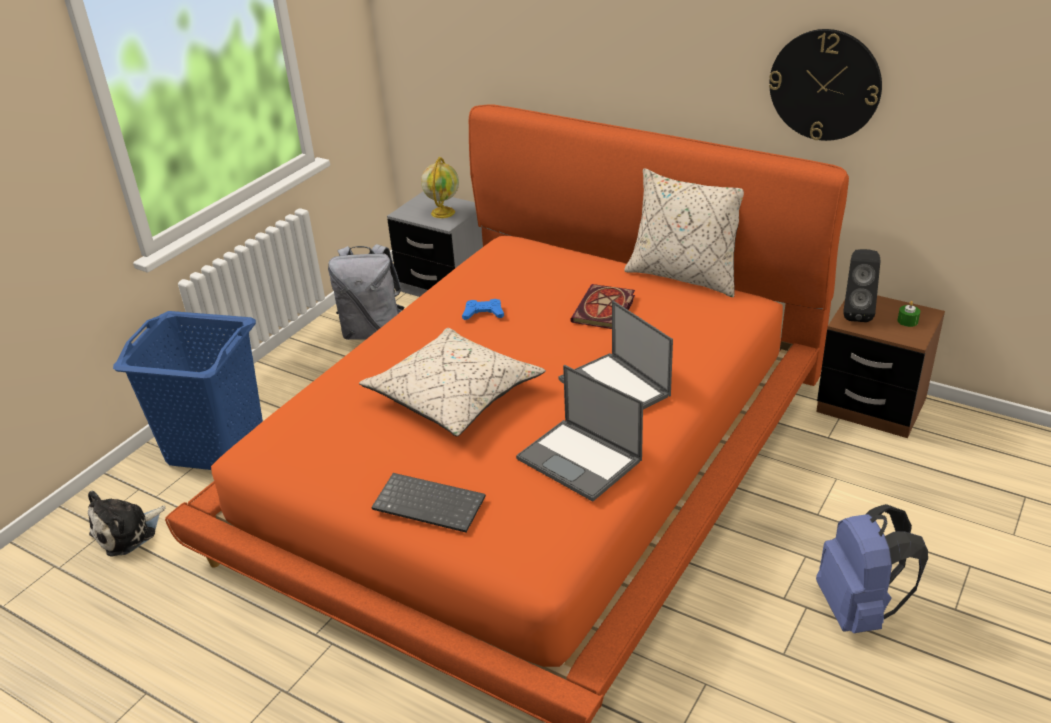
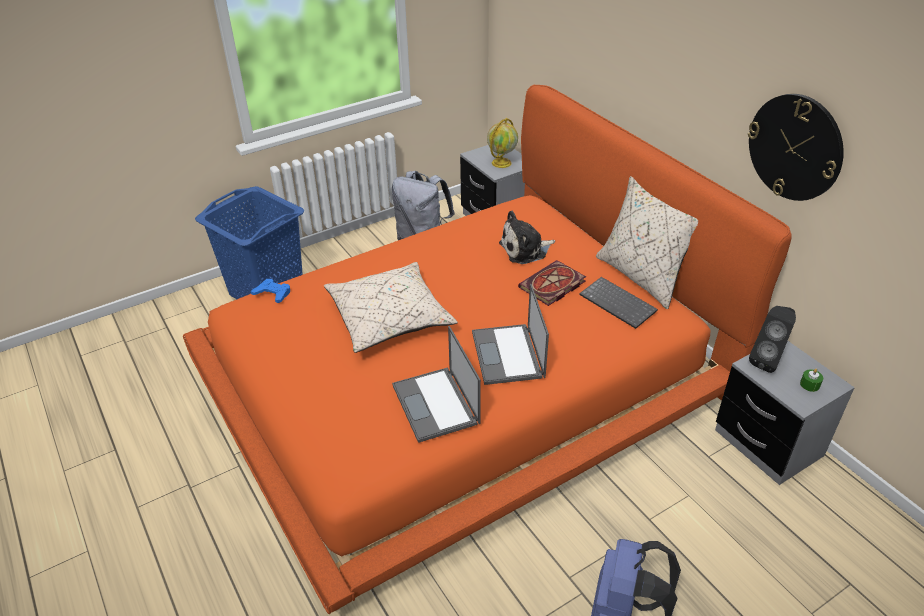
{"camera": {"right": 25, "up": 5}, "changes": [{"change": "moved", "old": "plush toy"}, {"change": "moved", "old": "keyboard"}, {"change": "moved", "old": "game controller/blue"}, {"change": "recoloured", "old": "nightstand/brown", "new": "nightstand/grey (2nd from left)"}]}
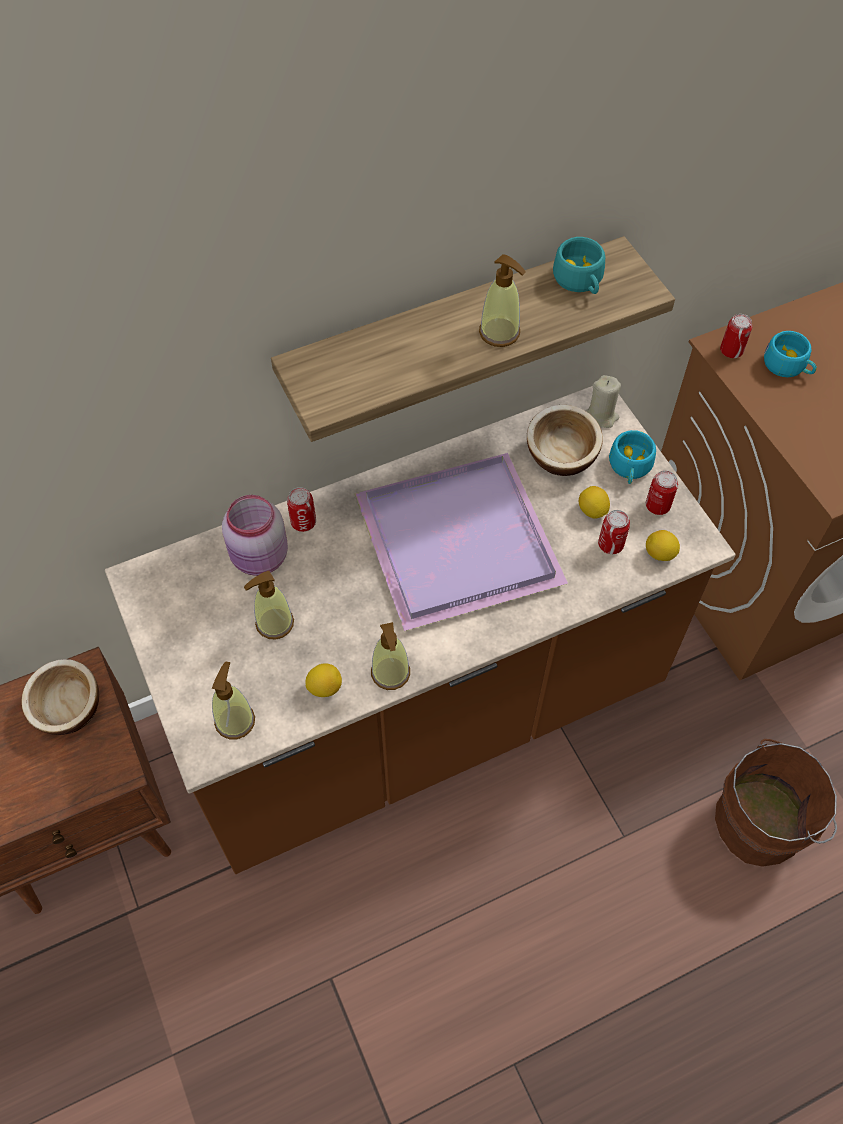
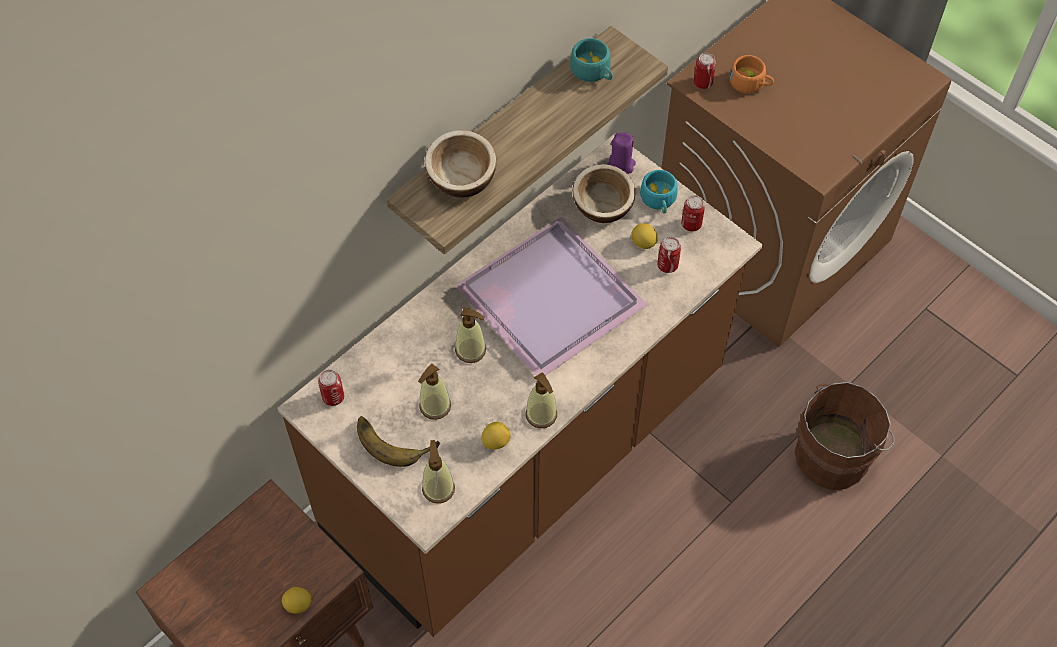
{"camera": {"right": -20, "up": 0}, "changes": [{"change": "moved", "old": "bowl (1st from left)"}, {"change": "removed", "old": "jar/pink"}, {"change": "moved", "old": "can (1st from left)"}, {"change": "moved", "old": "soap dispenser (4th from left in the first image)", "new": "soap dispenser (3rd from left)"}, {"change": "recoloured", "old": "candle/beige", "new": "candle/purple"}, {"change": "moved", "old": "lemon (3rd from left in the first image)", "new": "lemon (1st from left)"}, {"change": "recoloured", "old": "cup/turquoise (3rd from left)", "new": "cup/orange"}, {"change": "added", "new": "banana"}]}
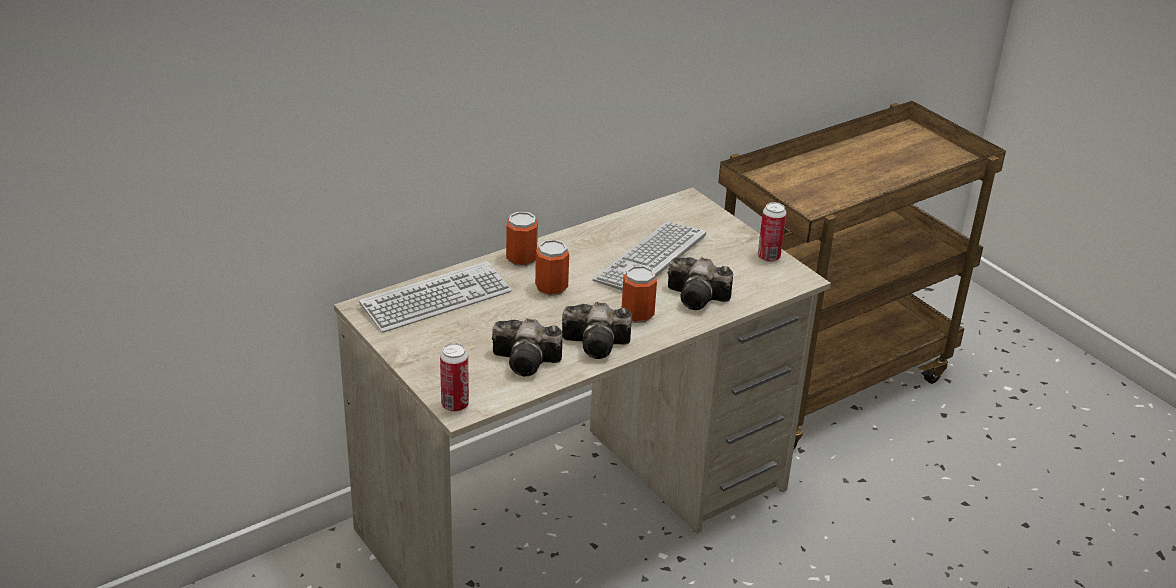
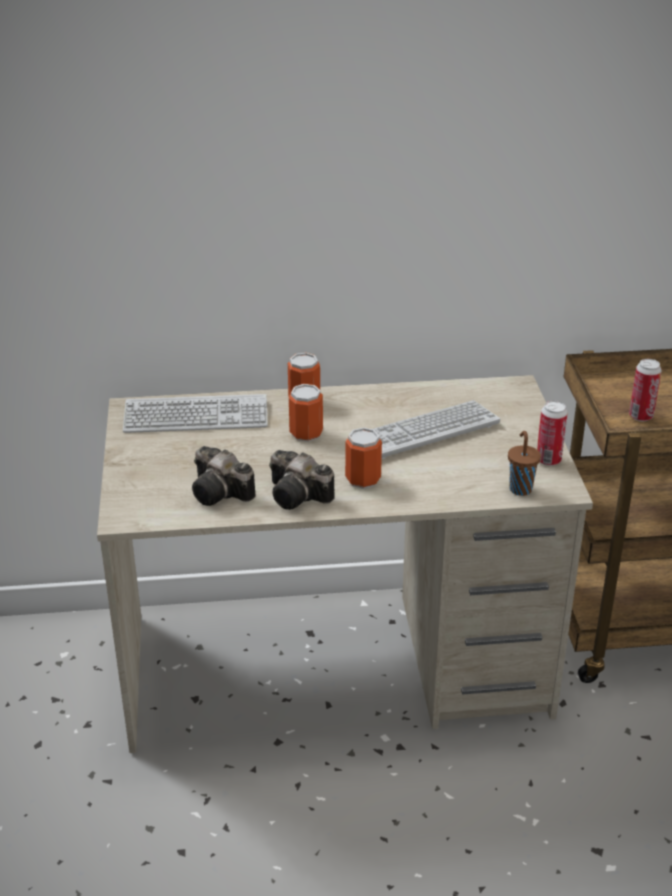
{"camera": {"right": 30, "up": 0}, "changes": [{"change": "moved", "old": "can (1st from left in the first image)", "new": "can (5th from left)"}, {"change": "removed", "old": "photo camera (3rd from left)"}, {"change": "added", "new": "cup/brown"}]}
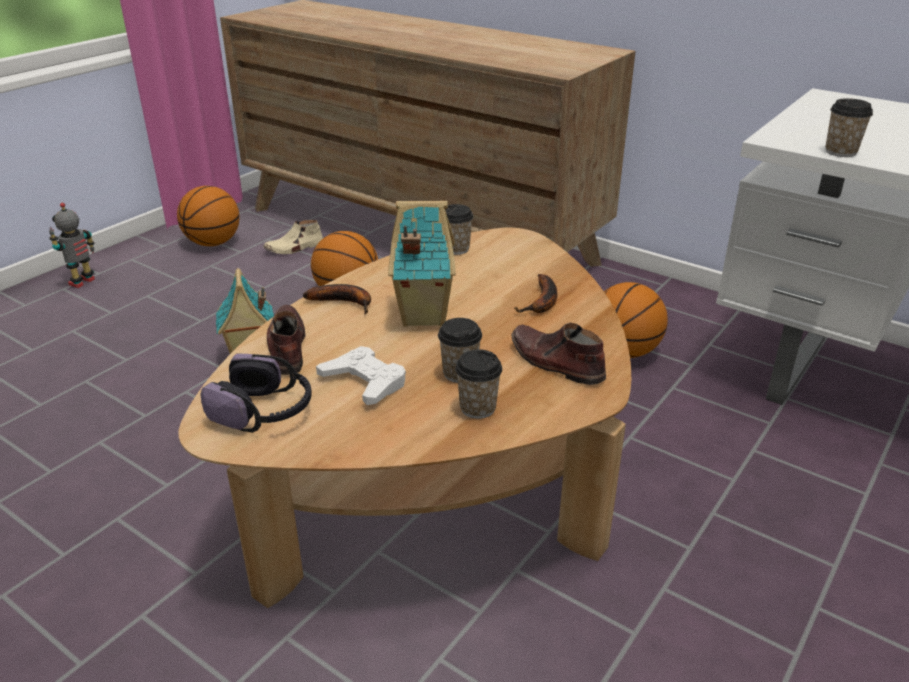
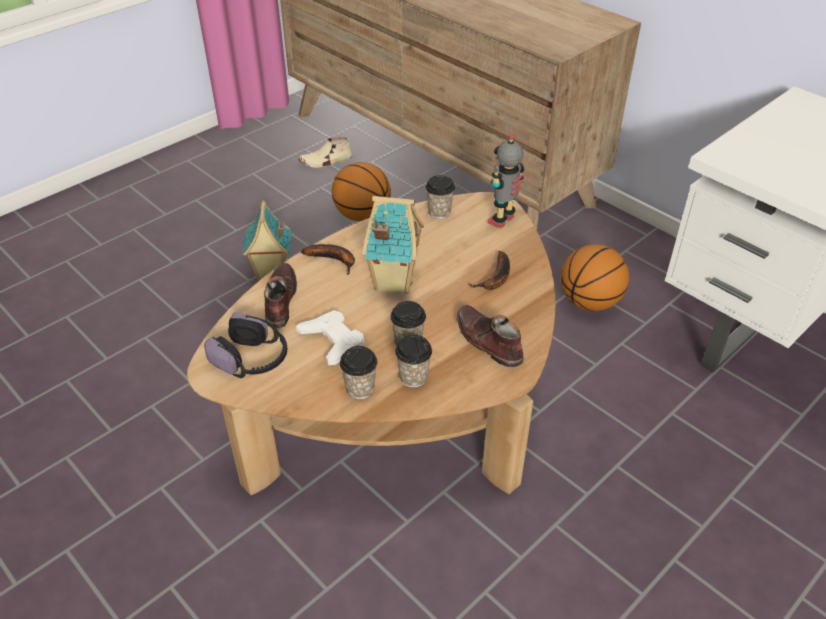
{"camera": {"right": 10, "up": 10}, "changes": [{"change": "moved", "old": "toy robot"}, {"change": "removed", "old": "basketball (1st from left)"}, {"change": "moved", "old": "cup (4th from left in the first image)", "new": "cup (1st from left)"}]}
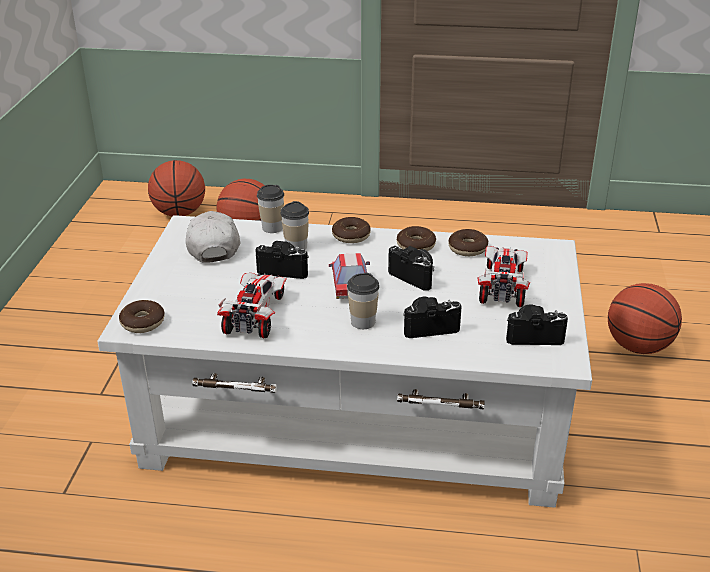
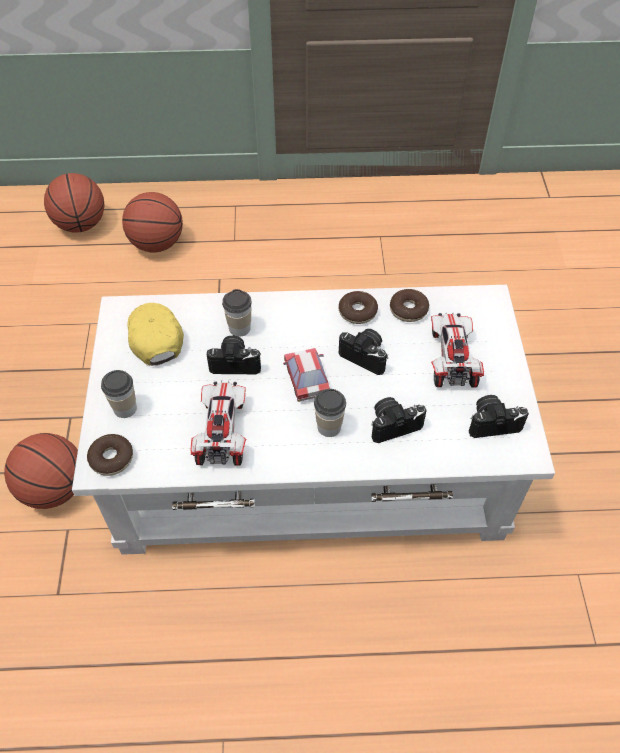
{"camera": {"right": -10, "up": 20}, "changes": [{"change": "recoloured", "old": "cap/white", "new": "cap/yellow"}, {"change": "moved", "old": "cup (1st from left)"}, {"change": "removed", "old": "donut (2nd from left)"}, {"change": "moved", "old": "basketball (3rd from left in the first image)", "new": "basketball (1st from left)"}]}
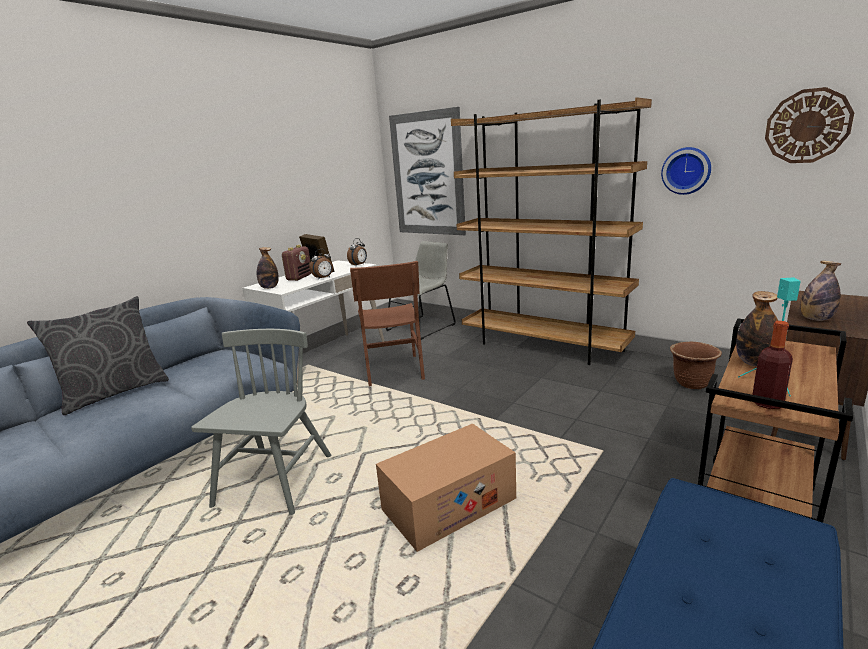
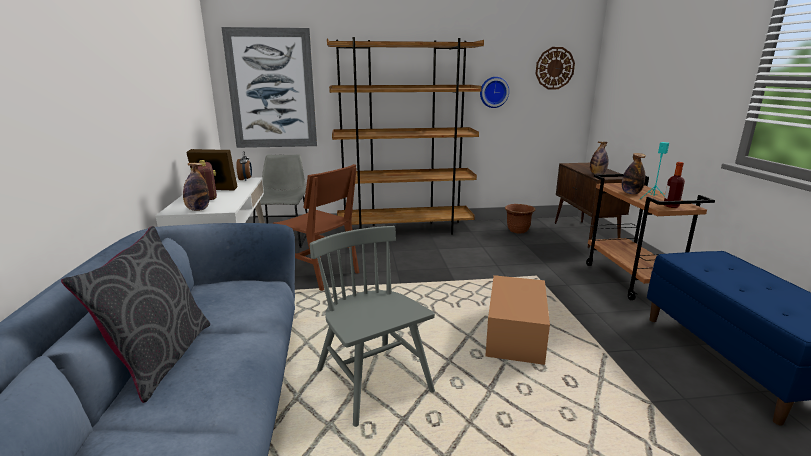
{"camera": {"right": -45, "up": 0}, "changes": [{"change": "removed", "old": "alarm clock (1st from left)"}]}
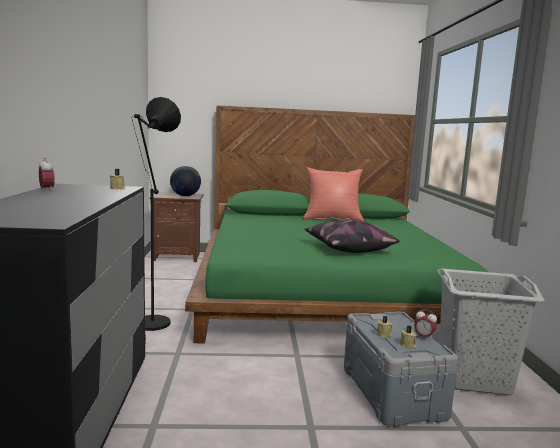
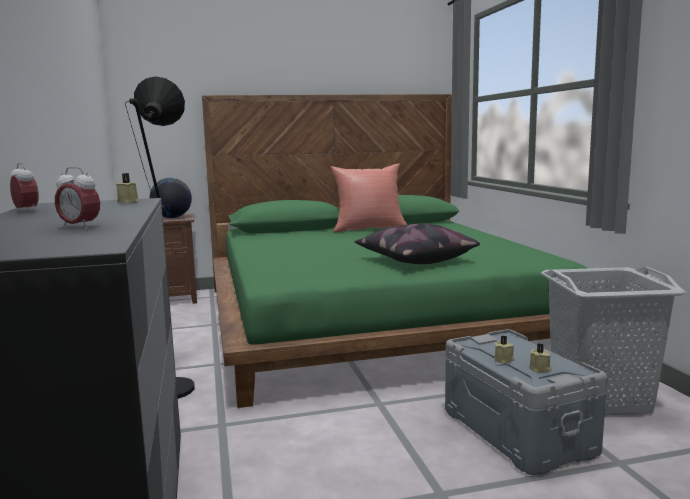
{"camera": {"right": -10, "up": 0}, "changes": [{"change": "moved", "old": "alarm clock (2nd from left)"}]}
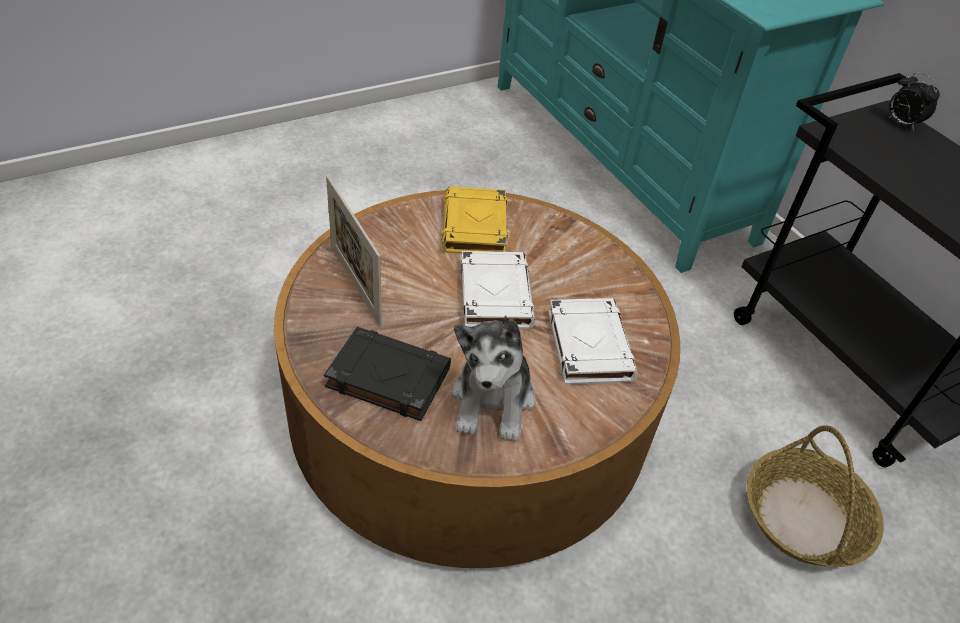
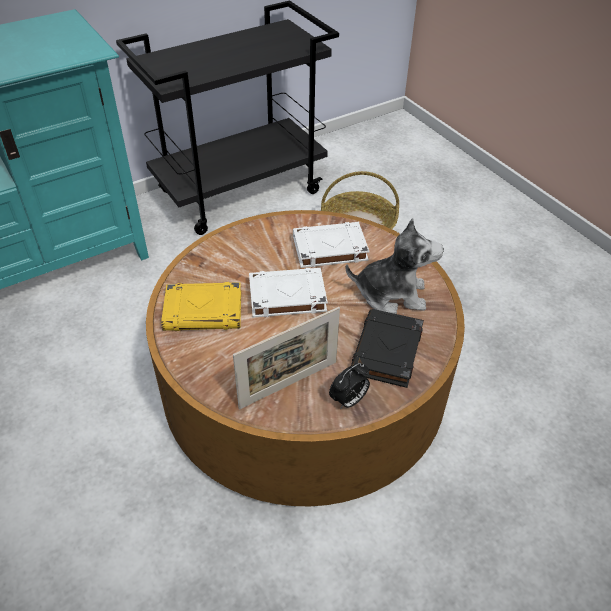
{"camera": {"right": -90, "up": 0}, "changes": [{"change": "moved", "old": "alarm clock"}]}
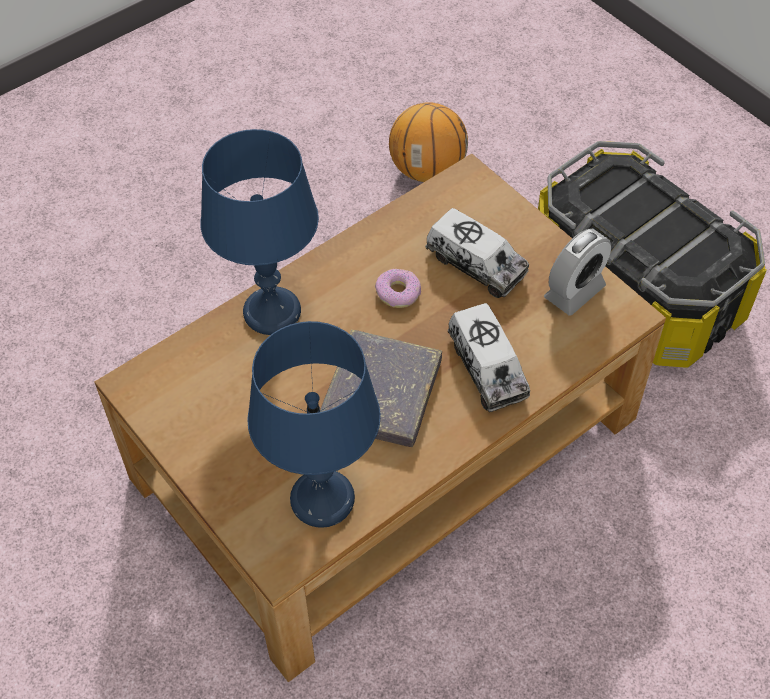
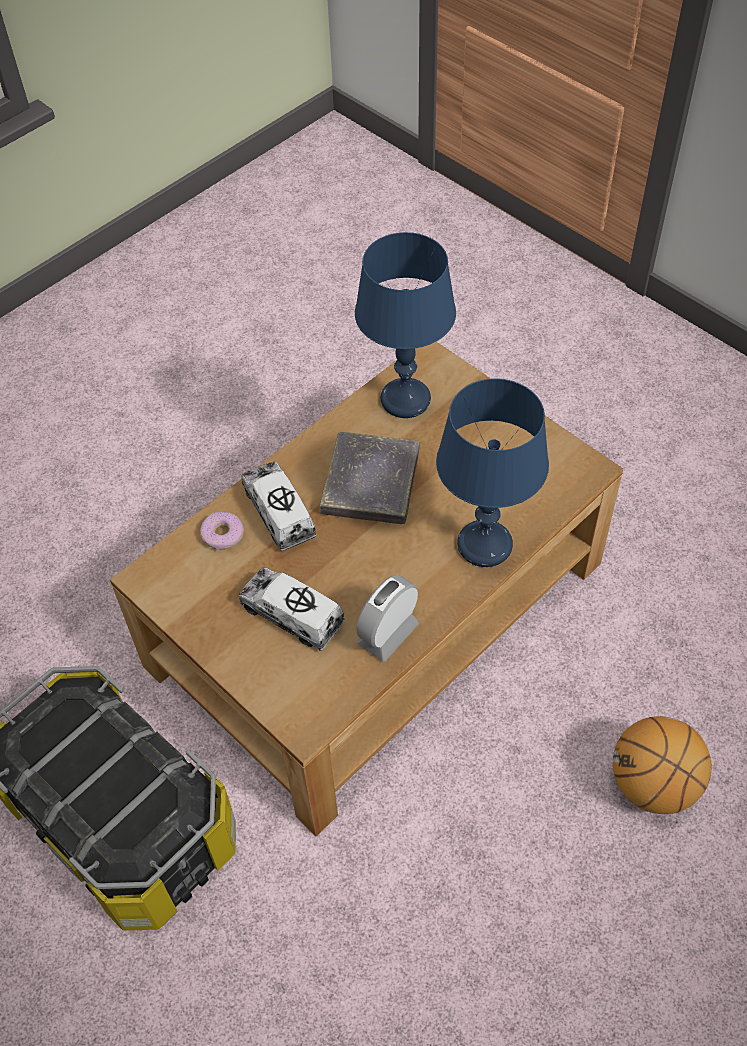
{"camera": {"right": 175, "up": 0}, "changes": [{"change": "moved", "old": "donut"}, {"change": "moved", "old": "basketball"}, {"change": "moved", "old": "alarm clock"}]}
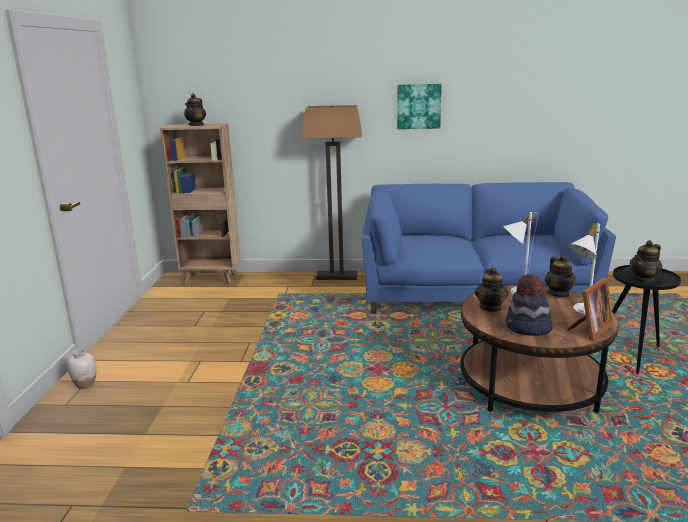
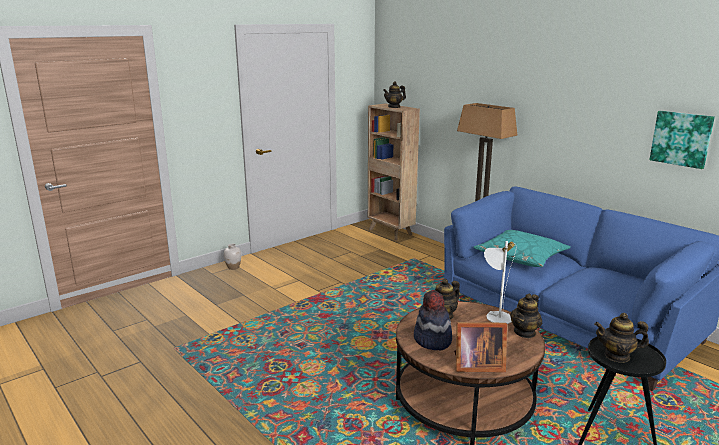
{"camera": {"right": 45, "up": 0}, "changes": [{"change": "moved", "old": "picture"}, {"change": "removed", "old": "table lamp/white (2nd from left)"}, {"change": "added", "new": "pillow/turquoise"}]}
